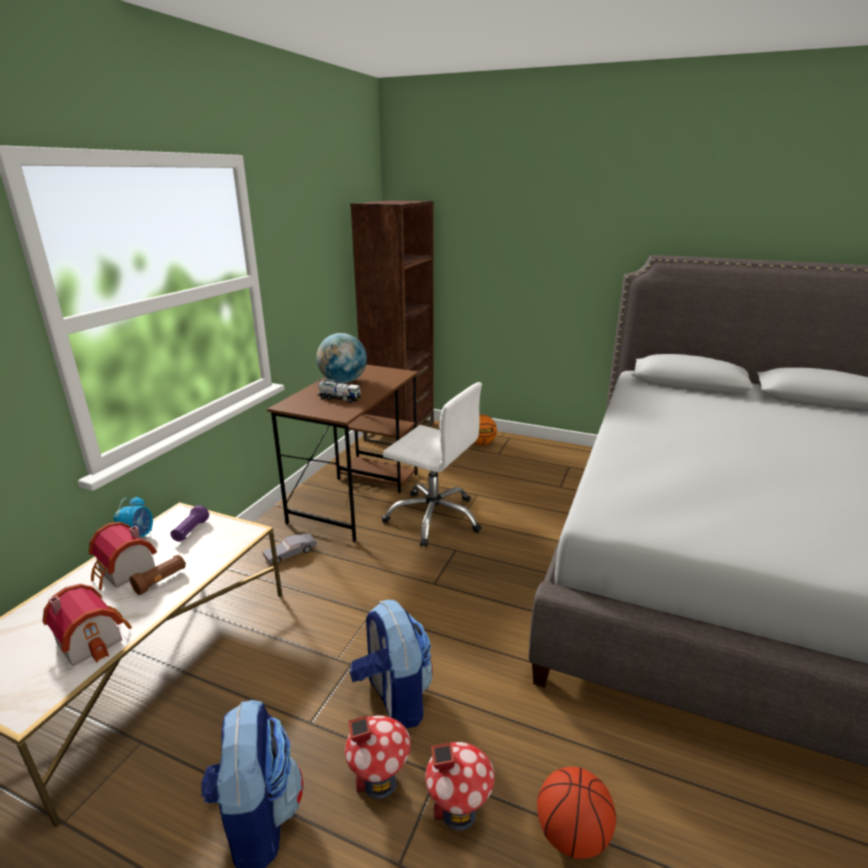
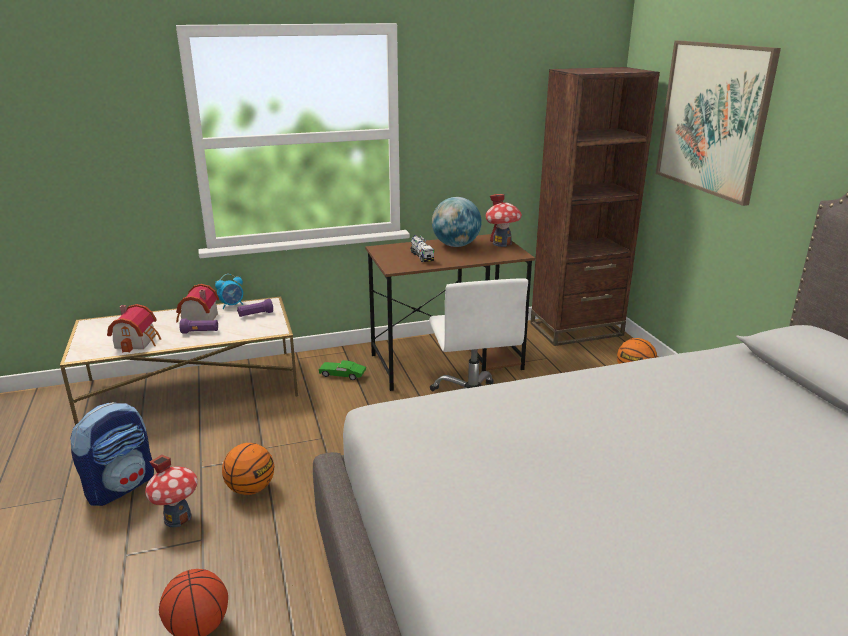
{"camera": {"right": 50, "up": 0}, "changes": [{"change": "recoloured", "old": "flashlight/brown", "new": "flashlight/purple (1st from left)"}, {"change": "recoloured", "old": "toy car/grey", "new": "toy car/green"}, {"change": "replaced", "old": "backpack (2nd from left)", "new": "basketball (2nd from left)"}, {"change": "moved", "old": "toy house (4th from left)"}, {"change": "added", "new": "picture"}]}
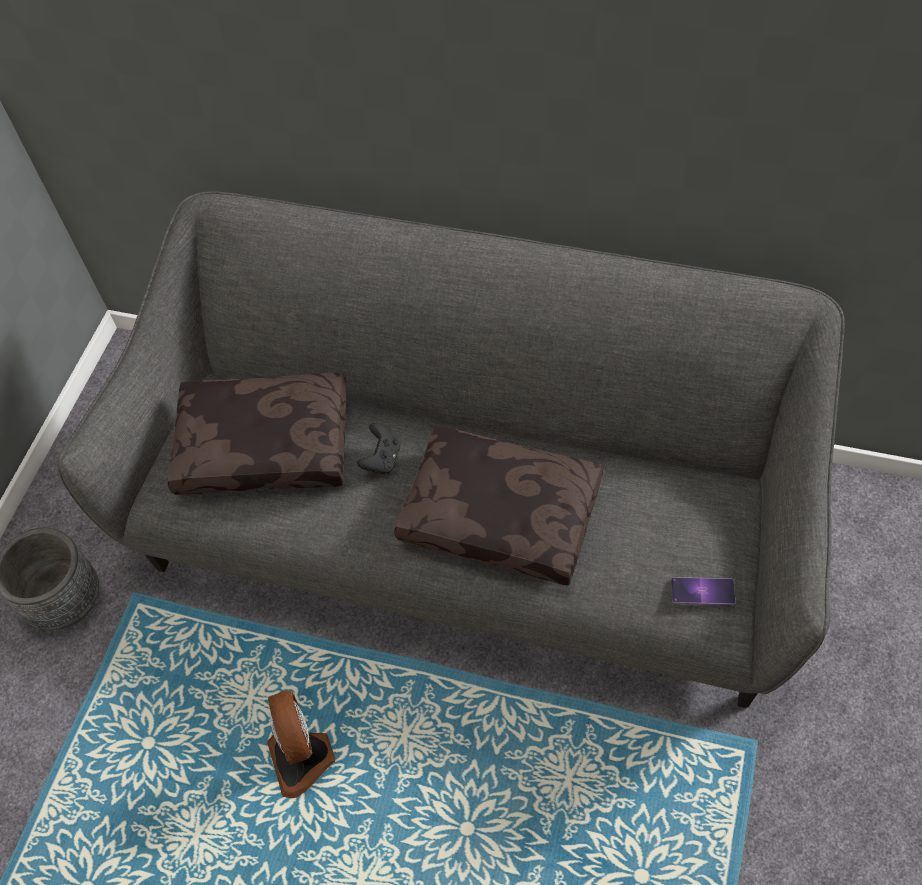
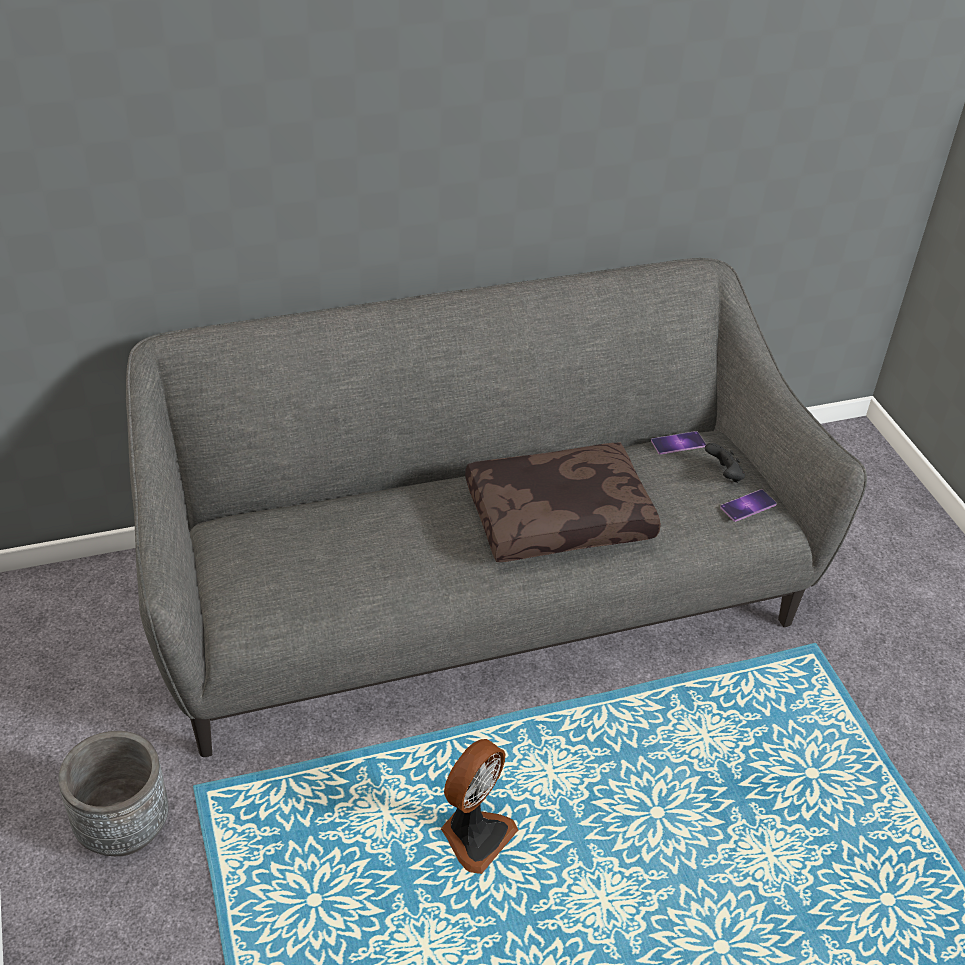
{"camera": {"right": -40, "up": -15}, "changes": [{"change": "removed", "old": "pillow/brown (1st from left)"}, {"change": "turned", "old": "fan", "degrees": -90}, {"change": "moved", "old": "game controller/black"}, {"change": "added", "new": "phone (1st from left)"}]}
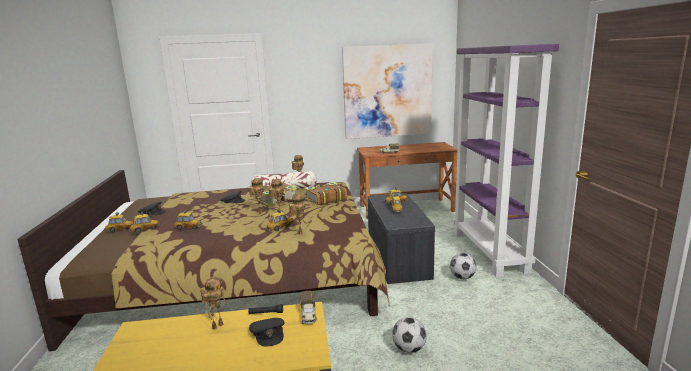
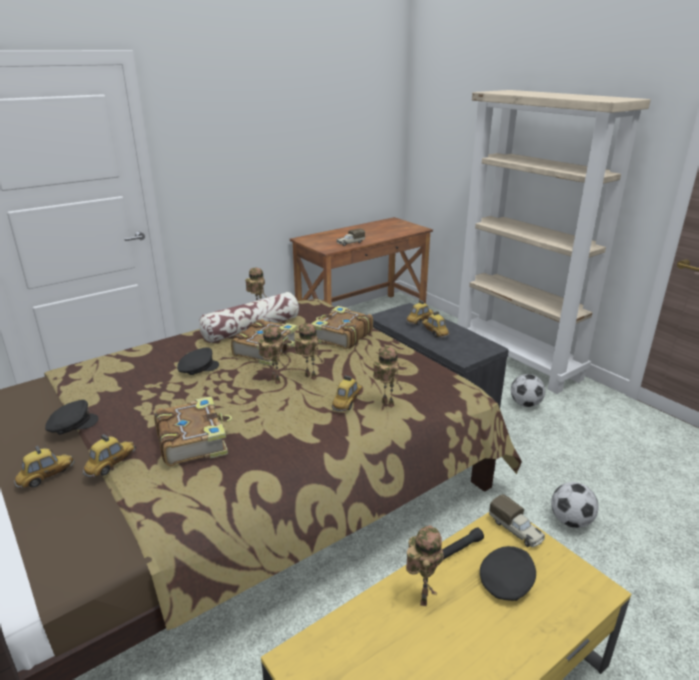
{"camera": {"right": -30, "up": 10}, "changes": [{"change": "replaced", "old": "toy car (3rd from left)", "new": "book (1st from left)"}, {"change": "turned", "old": "cap/black (3rd from left)", "degrees": -75}, {"change": "removed", "old": "picture"}, {"change": "recoloured", "old": "bookcase/purple", "new": "bookcase/beige"}]}
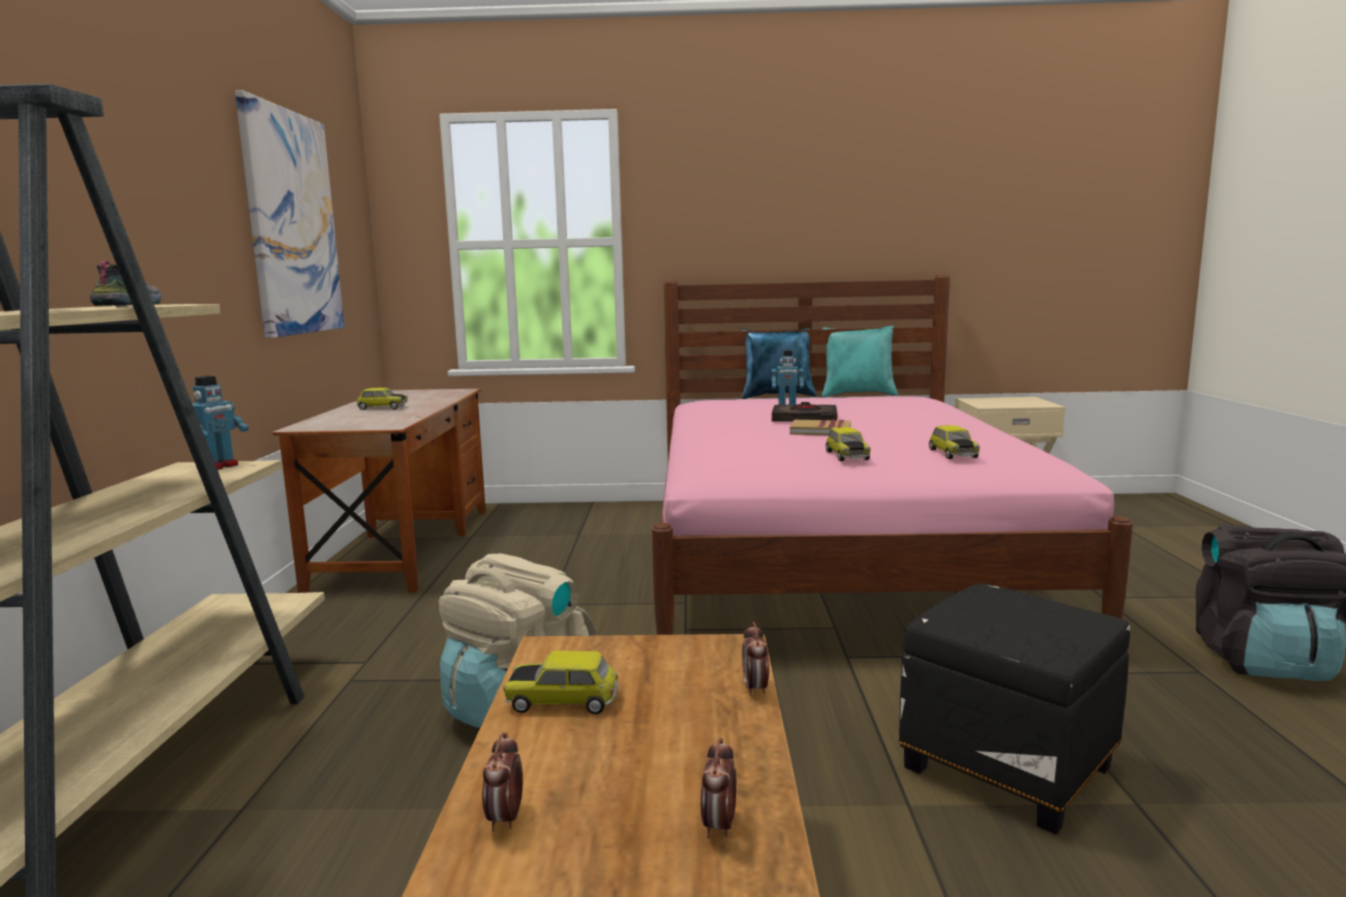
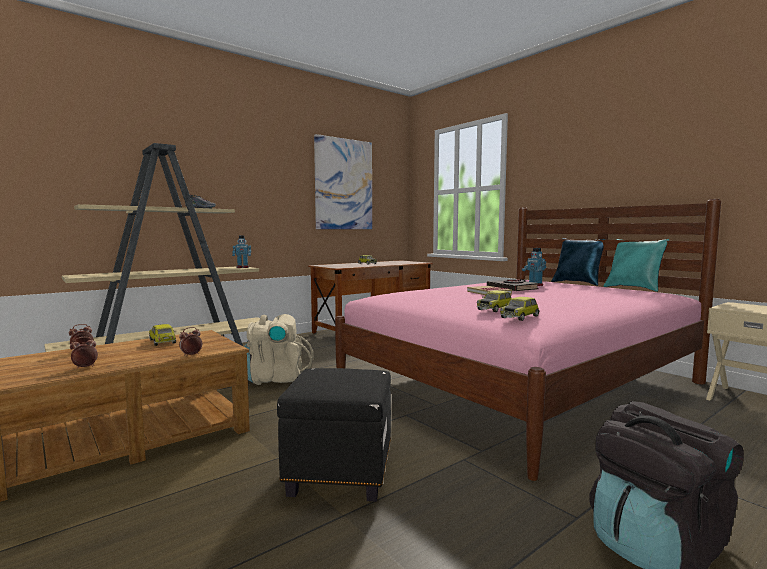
{"camera": {"right": 50, "up": -5}, "changes": [{"change": "moved", "old": "toy car (3rd from left in the first image)", "new": "toy car (4th from left)"}]}
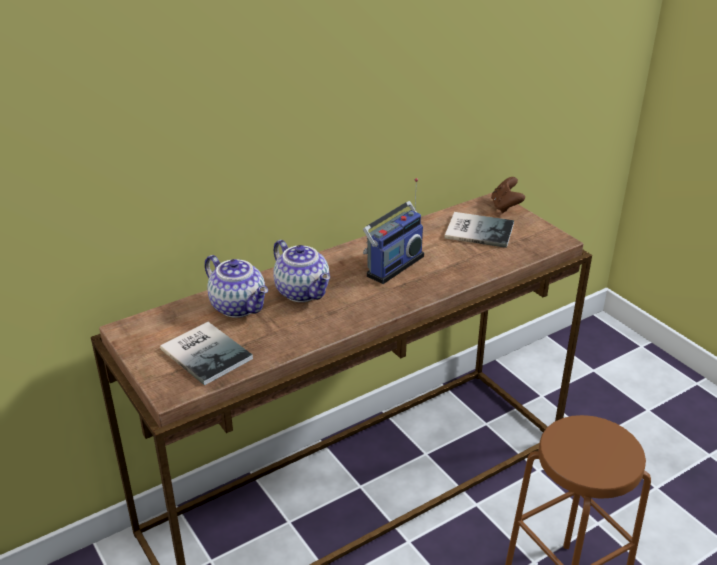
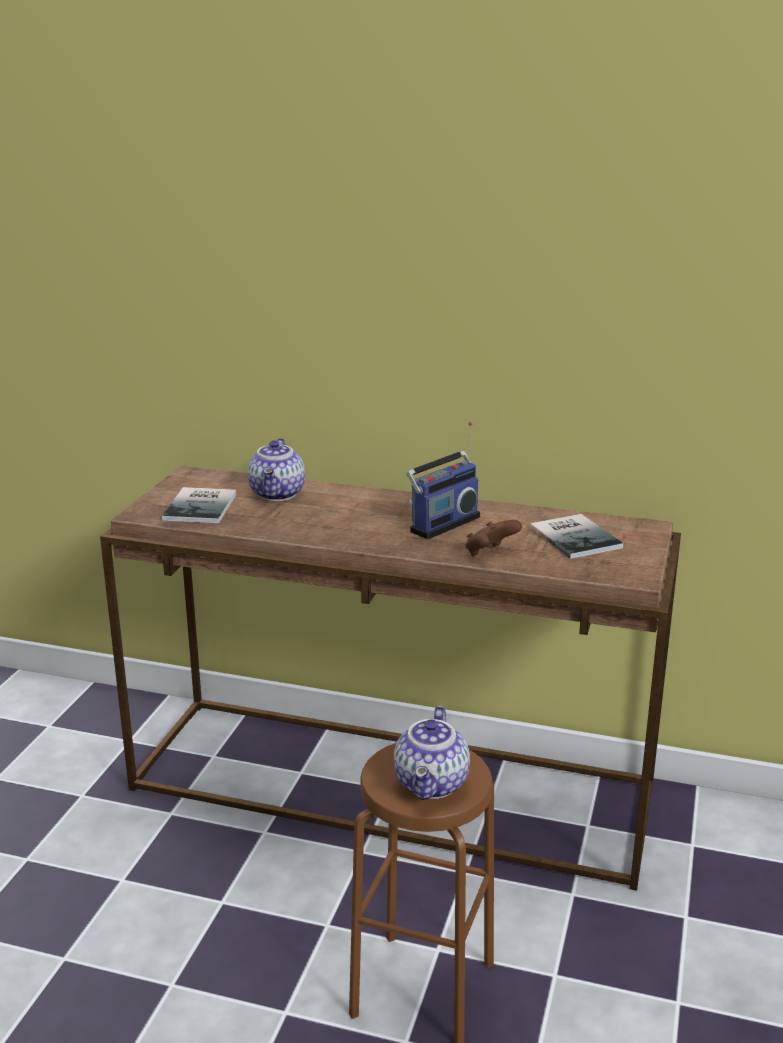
{"camera": {"right": 50, "up": -10}, "changes": [{"change": "moved", "old": "teapot (2nd from left)"}, {"change": "turned", "old": "radio", "degrees": -45}, {"change": "moved", "old": "game controller/brown"}]}
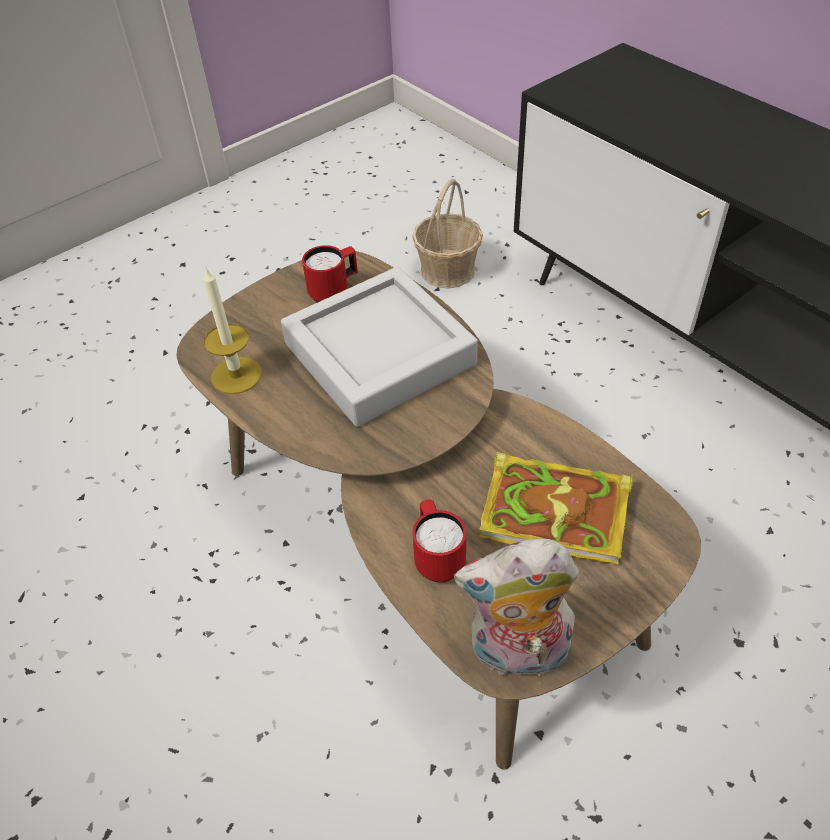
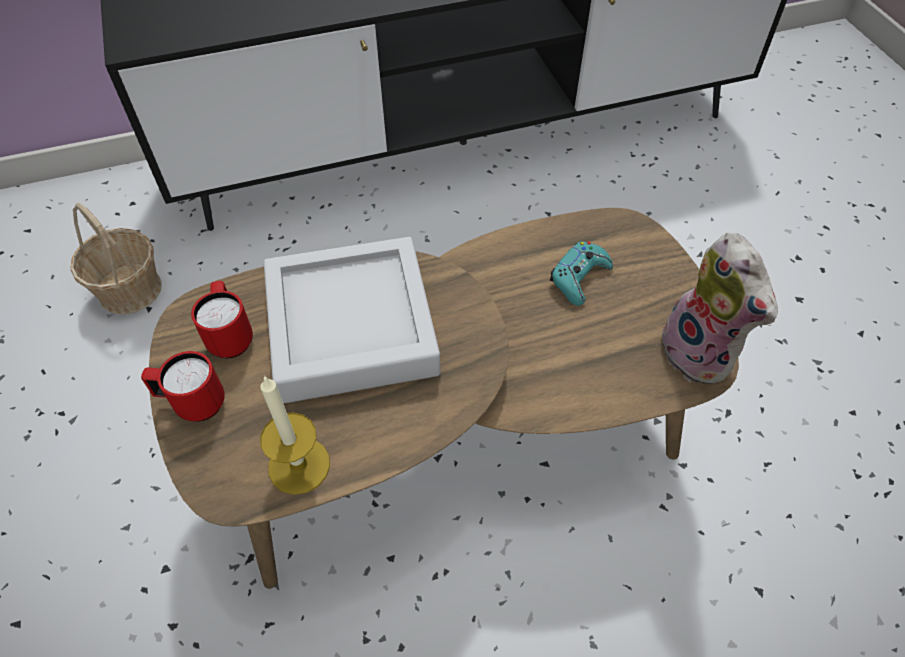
{"camera": {"right": -70, "up": 5}, "changes": [{"change": "moved", "old": "mug/red (2nd from left in the first image)", "new": "mug/red (1st from left)"}, {"change": "turned", "old": "plush toy", "degrees": -45}, {"change": "replaced", "old": "book", "new": "game controller/turquoise"}]}
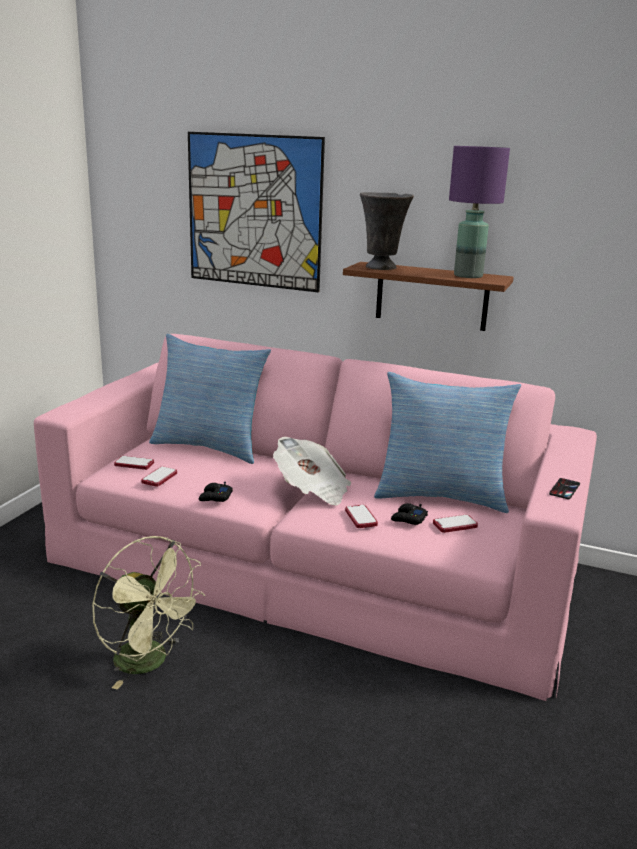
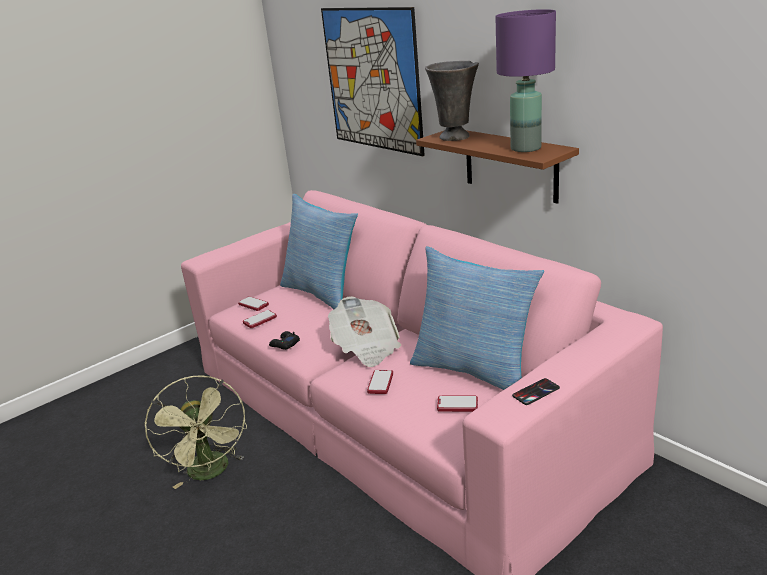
{"camera": {"right": 30, "up": 5}, "changes": [{"change": "removed", "old": "game controller/black (2nd from left)"}]}
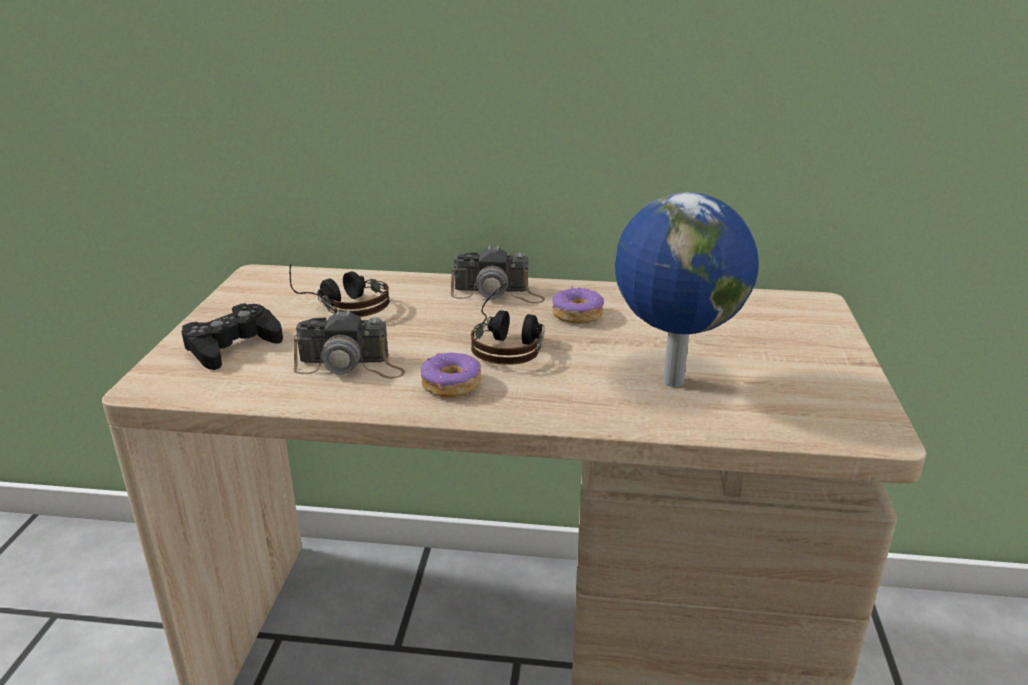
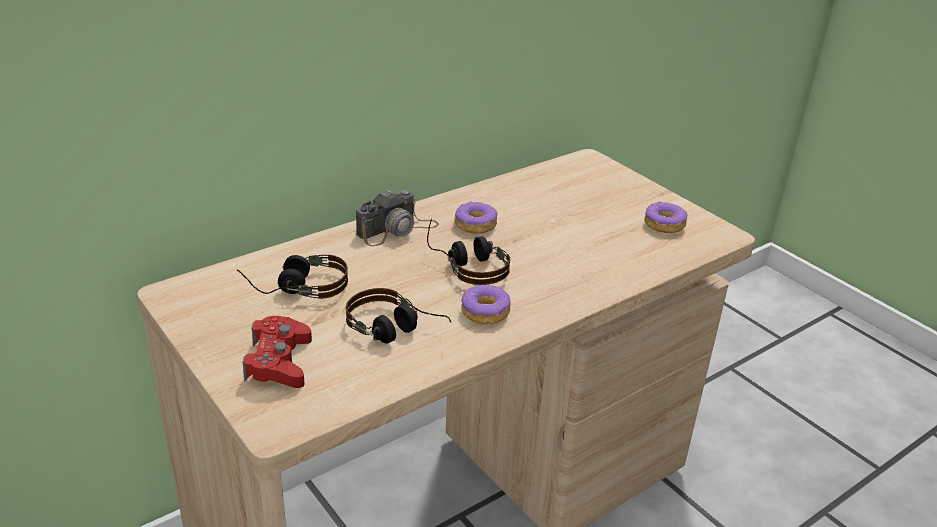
{"camera": {"right": -45, "up": 5}, "changes": [{"change": "recoloured", "old": "game controller/black", "new": "game controller/red"}, {"change": "replaced", "old": "photo camera (1st from left)", "new": "headphones (2nd from left)"}, {"change": "removed", "old": "globe"}, {"change": "added", "new": "donut (3rd from left)"}]}
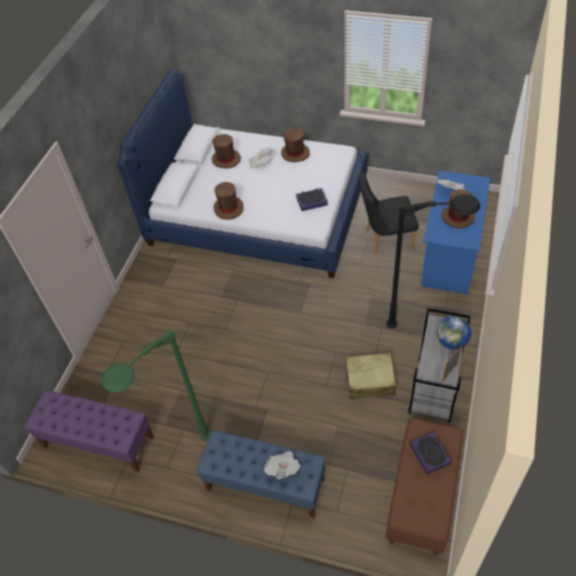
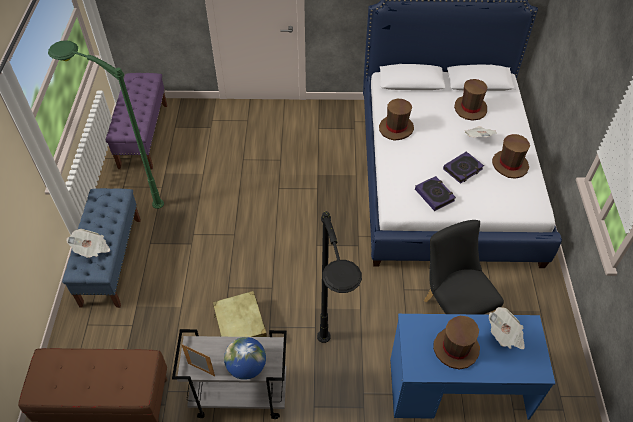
{"camera": {"right": 70, "up": 0}, "changes": [{"change": "moved", "old": "book (2nd from left)"}]}
